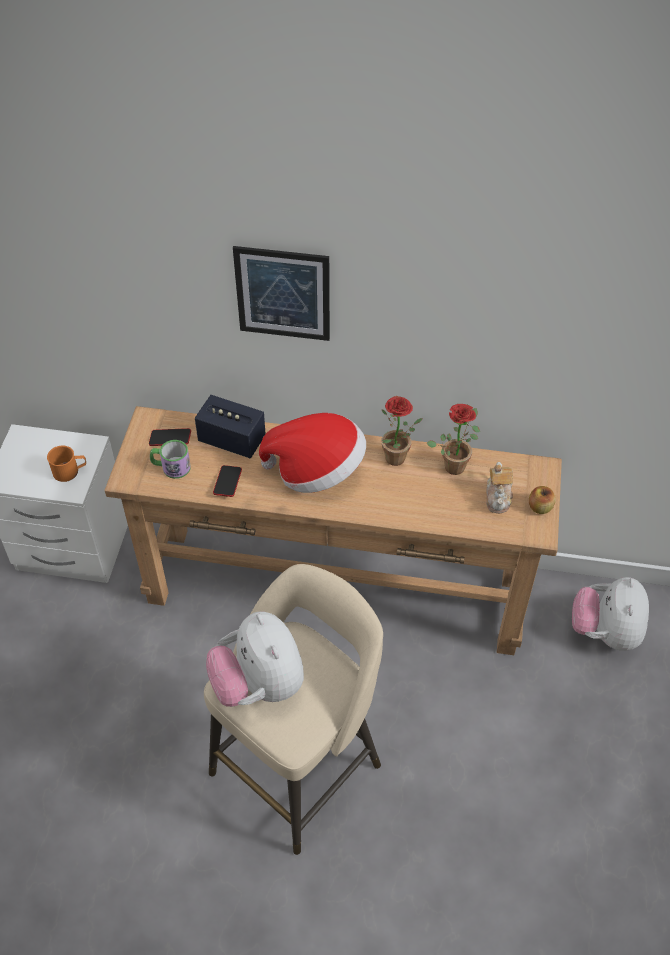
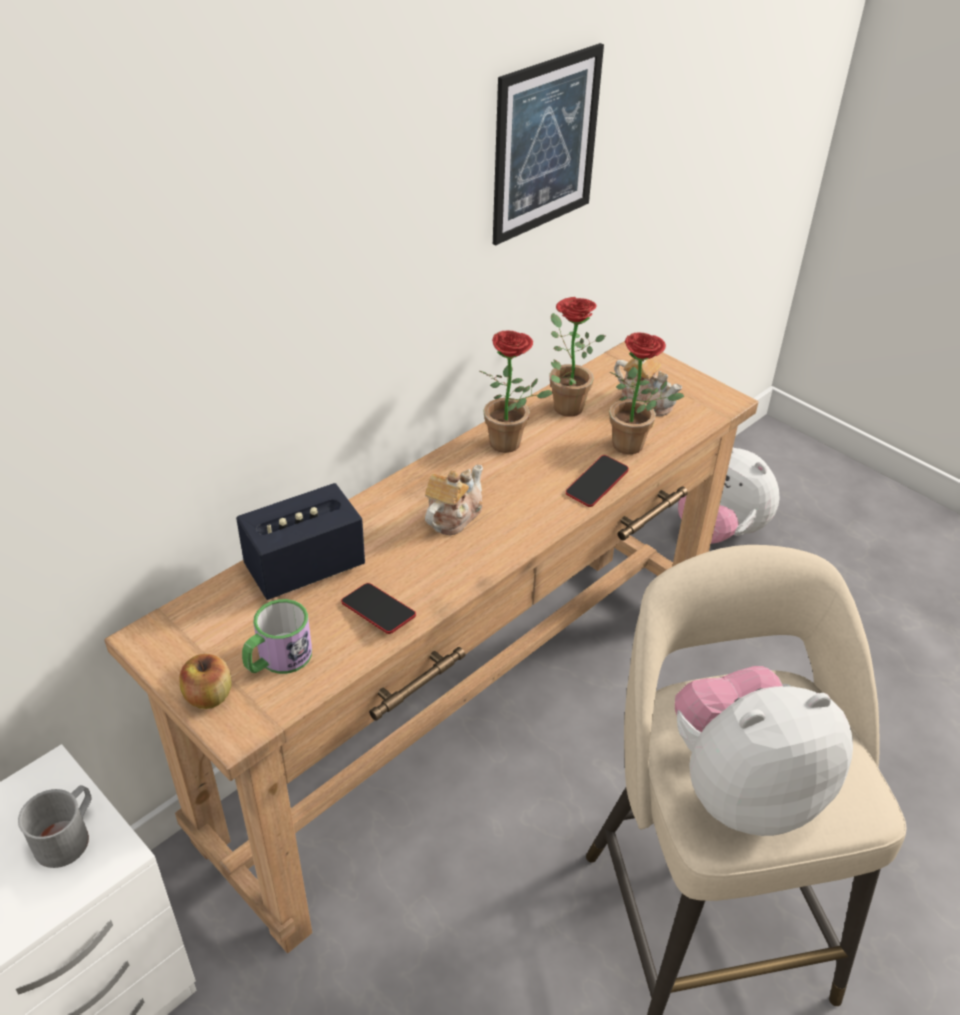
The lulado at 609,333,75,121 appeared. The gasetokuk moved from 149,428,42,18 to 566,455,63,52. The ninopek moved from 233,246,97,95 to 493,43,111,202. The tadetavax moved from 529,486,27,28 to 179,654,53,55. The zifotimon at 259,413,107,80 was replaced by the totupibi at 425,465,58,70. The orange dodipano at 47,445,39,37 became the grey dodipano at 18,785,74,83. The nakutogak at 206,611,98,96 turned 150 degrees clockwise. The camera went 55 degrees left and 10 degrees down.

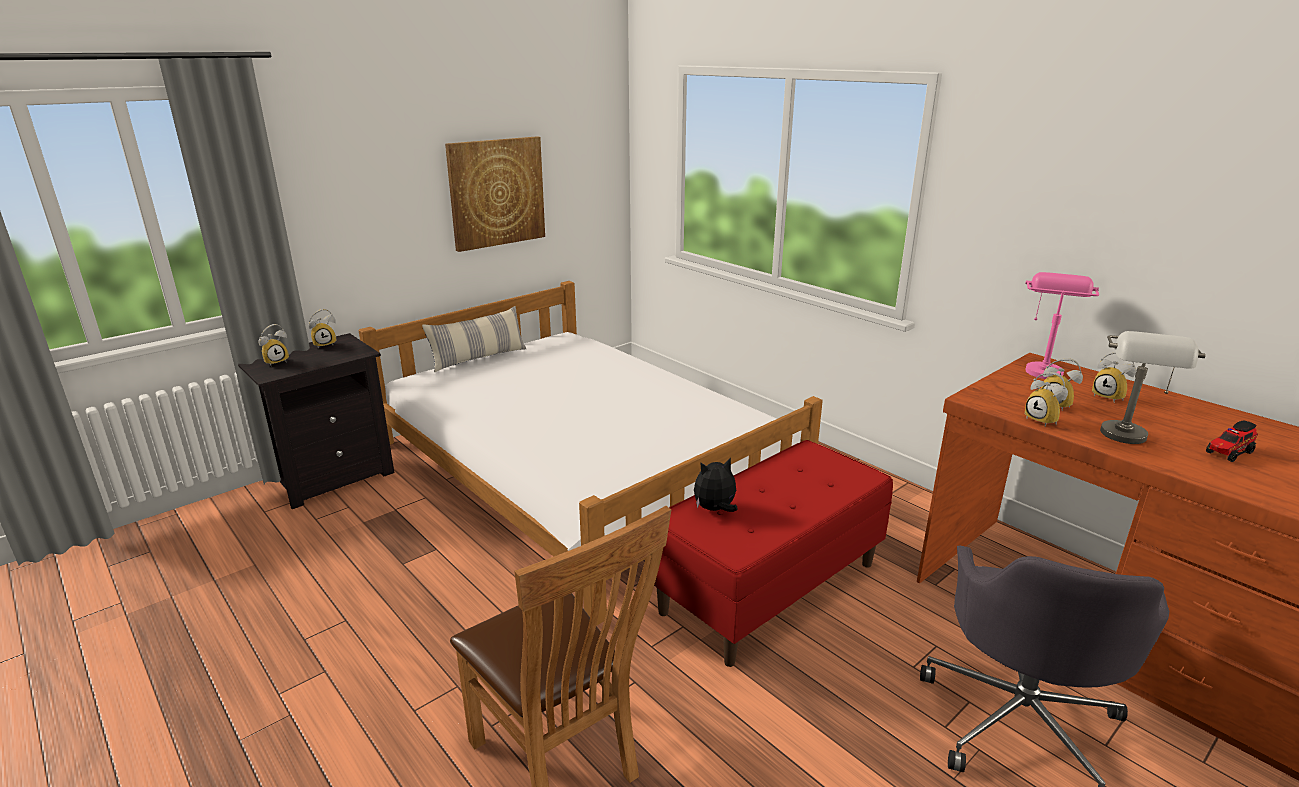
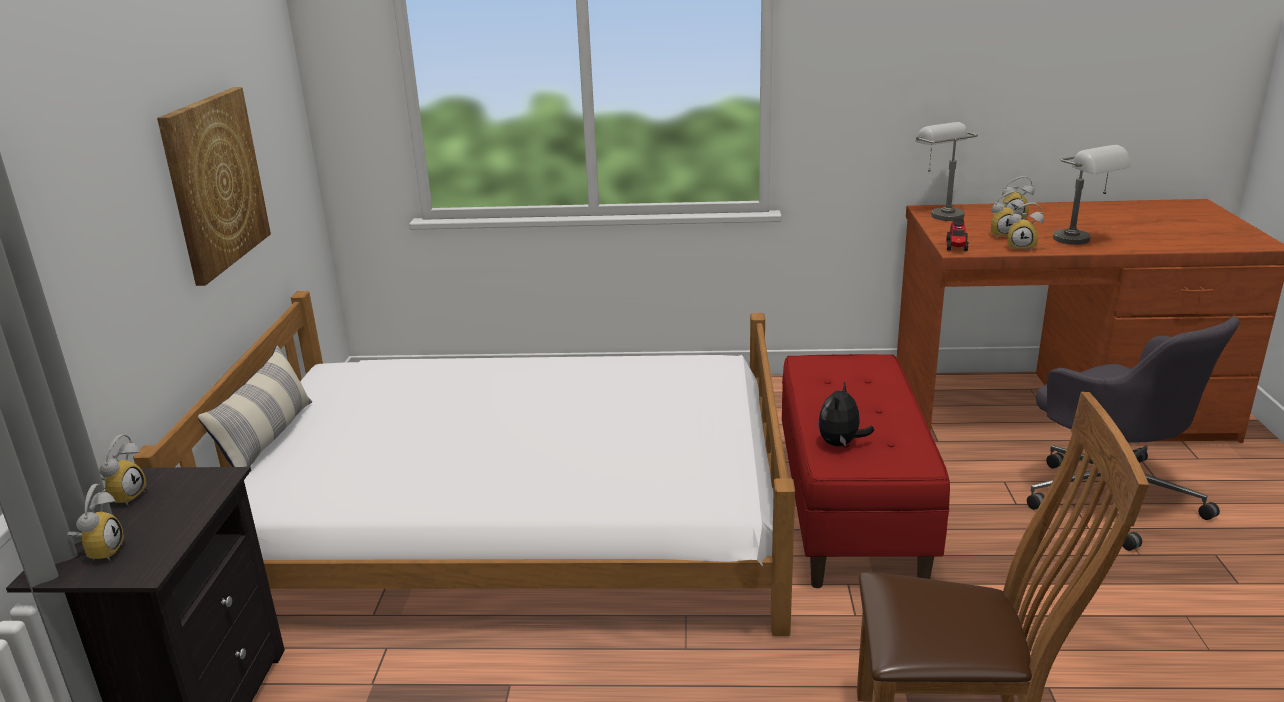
The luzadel moved from 1206,420,52,42 to 946,218,23,33. The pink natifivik at 1025,272,74,107 became the grey natifivik at 915,122,63,99. The camera went 45 degrees left and 0 degrees up.

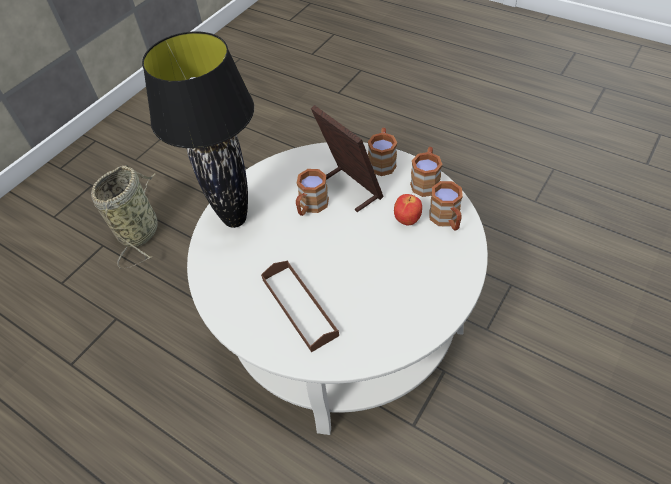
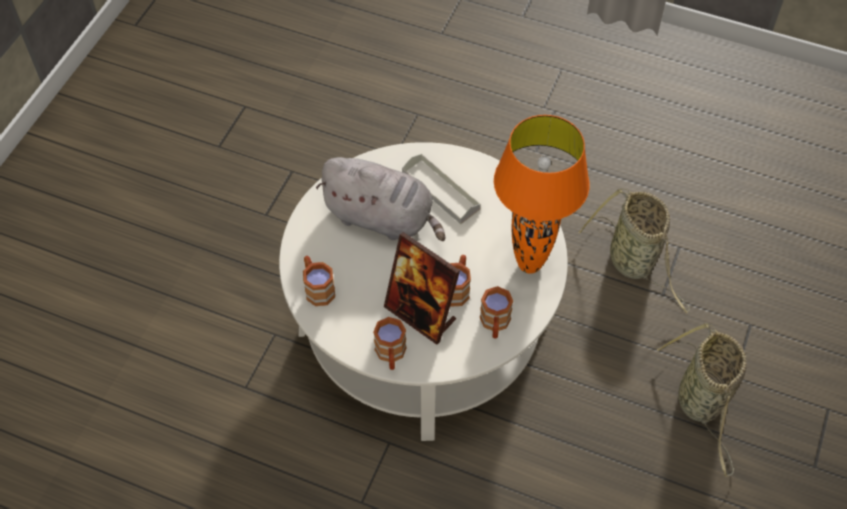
The tadetavax at 394,194,28,32 disappeared. The grey nakutogak at 316,157,129,84 appeared. The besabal at 578,189,112,124 appeared. The brown dodipano moved from 410,147,33,50 to 480,286,33,52. The black natifivik at 142,31,112,197 became the orange natifivik at 494,115,96,159. The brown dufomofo at 261,261,78,91 became the grey dufomofo at 402,154,79,70. The camera went 165 degrees right and 5 degrees up.

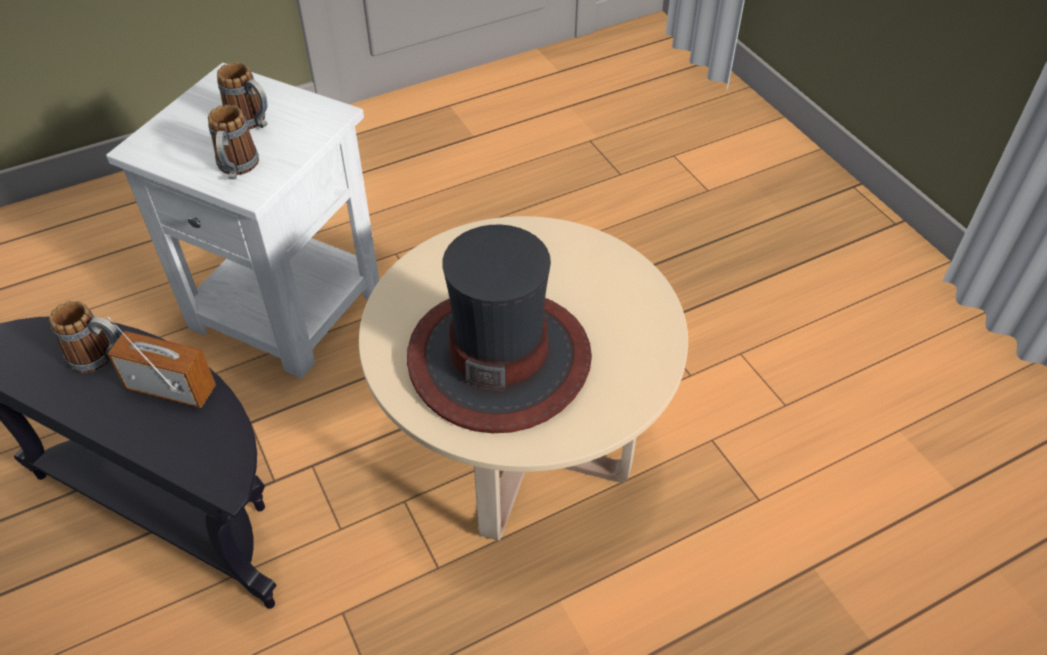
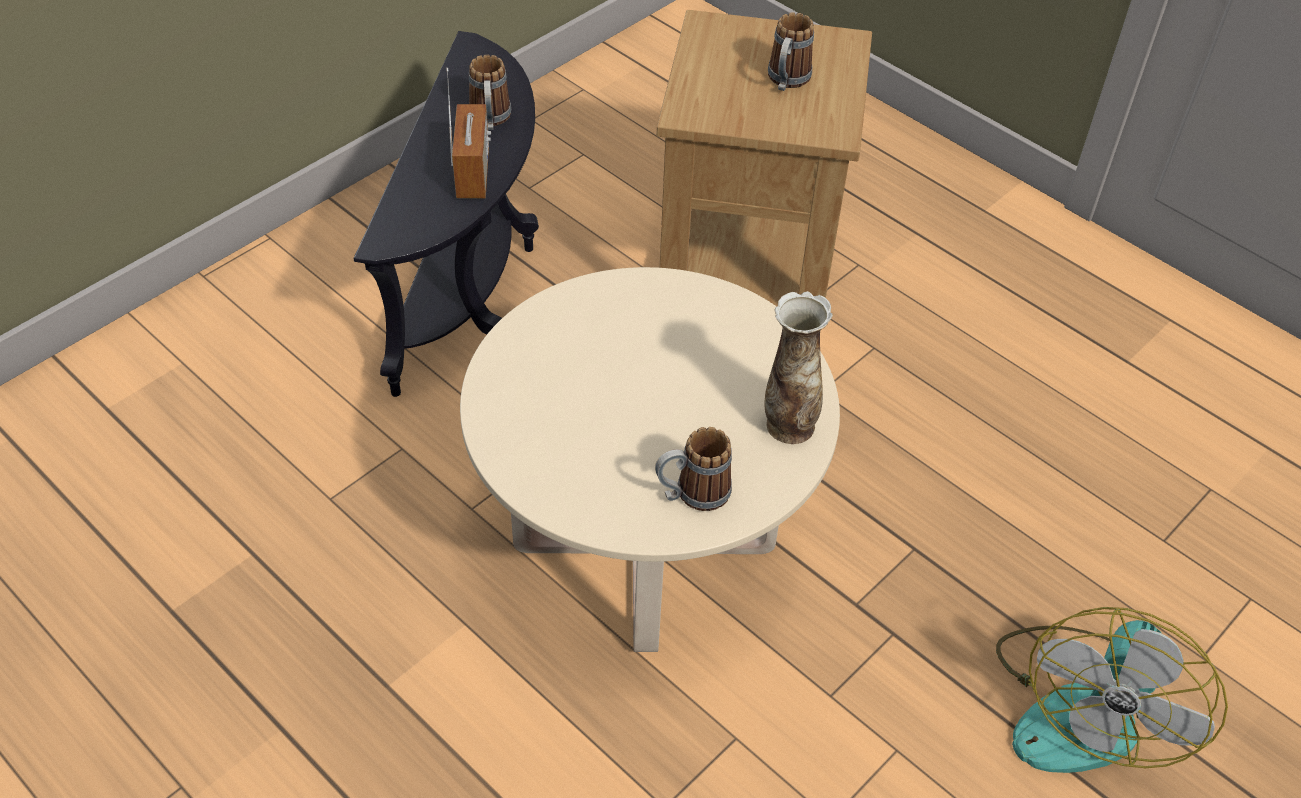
The zifotimon at 407,224,185,209 disappeared. The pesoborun at 764,291,69,153 appeared. The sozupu at 996,607,232,166 appeared. The dodipano moved from 208,104,51,75 to 655,427,77,84. The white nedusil at 106,63,273,316 became the brown nedusil at 657,10,215,296. The camera went 70 degrees right and 0 degrees up.

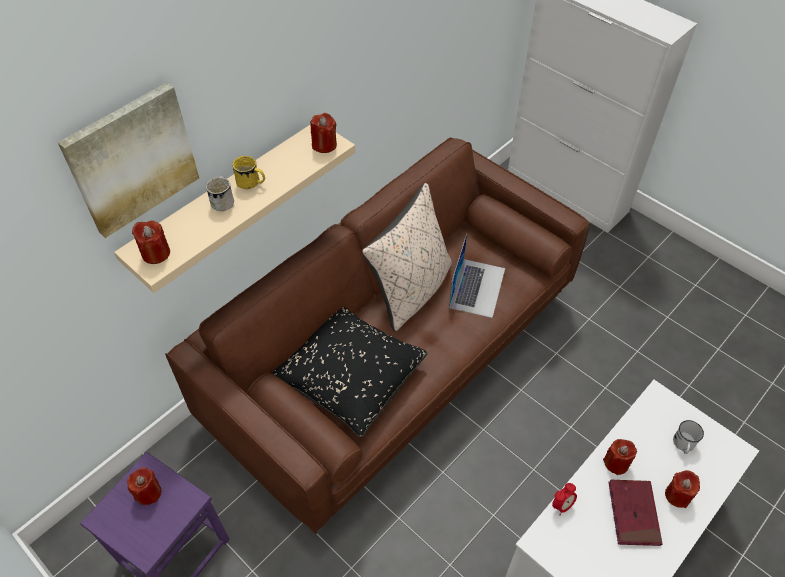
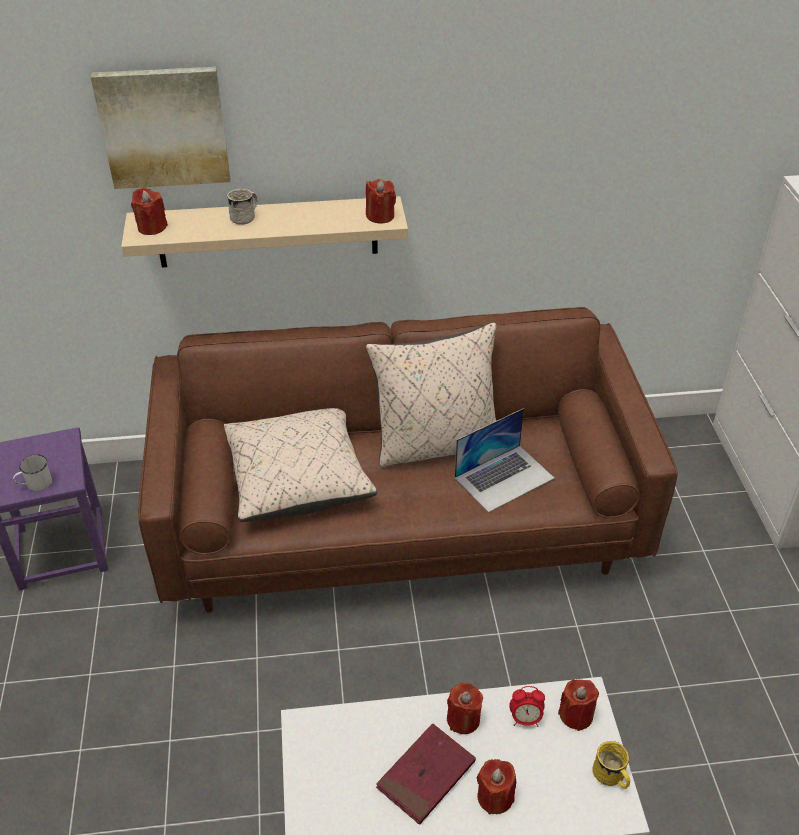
The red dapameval moved from 127,467,34,38 to 558,680,41,51. The yellow dodipano moved from 232,156,33,33 to 593,741,37,48. The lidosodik moved from 552,483,25,32 to 509,686,36,41. The white dodipano moved from 673,420,31,34 to 13,455,39,36. The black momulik at 271,307,157,131 became the beige momulik at 224,408,153,114. The camera went 40 degrees right and 10 degrees down.

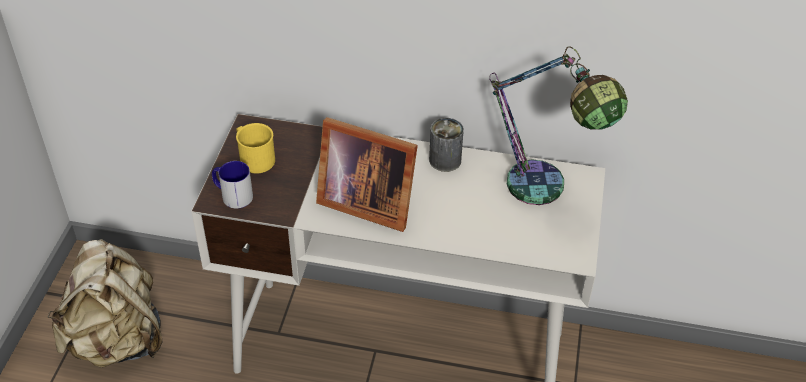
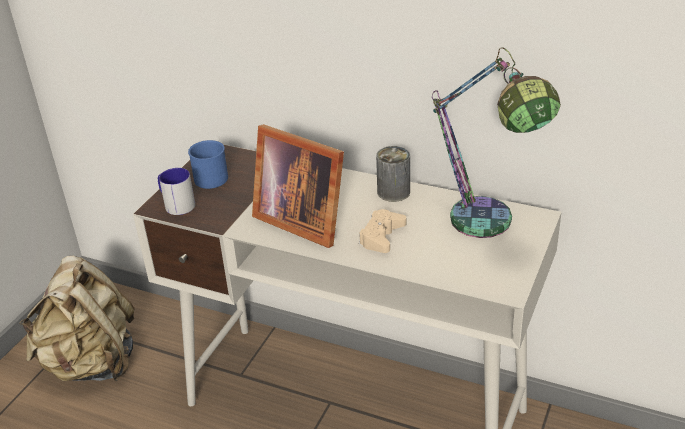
The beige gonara at 359,209,47,44 appeared. The yellow dodipano at 236,123,39,51 became the blue dodipano at 188,140,40,49. The camera went 15 degrees right and 10 degrees down.

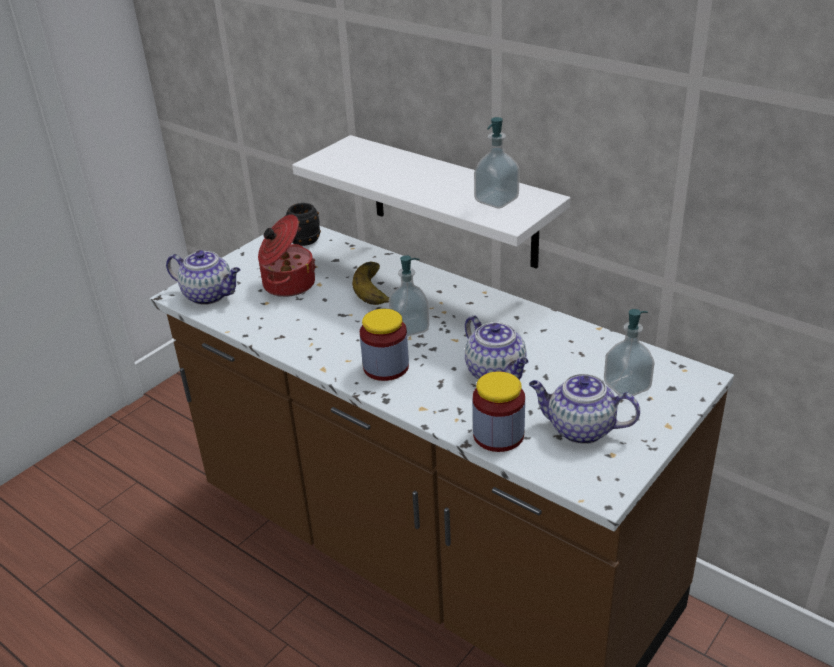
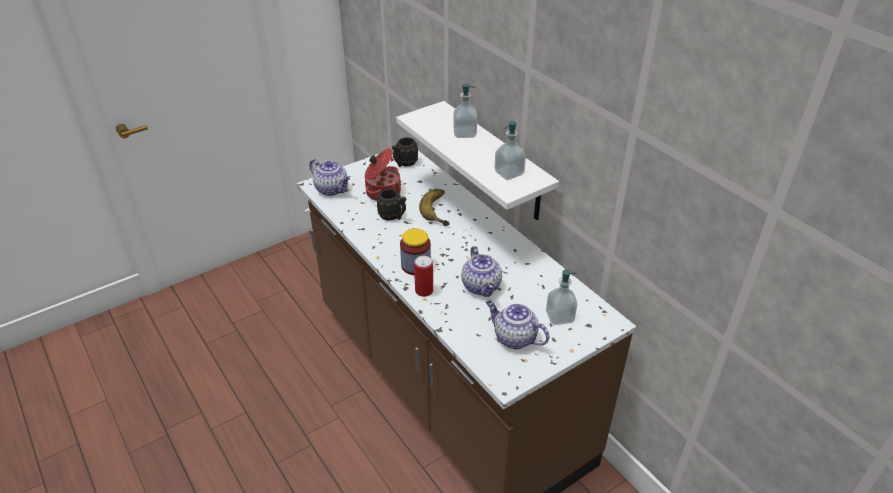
The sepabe at 473,371,52,81 disappeared. The black dodipano at 376,189,30,31 appeared. The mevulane at 414,256,19,41 appeared. The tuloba moved from 389,255,40,81 to 453,83,24,55. The camera went 15 degrees right and 5 degrees up.

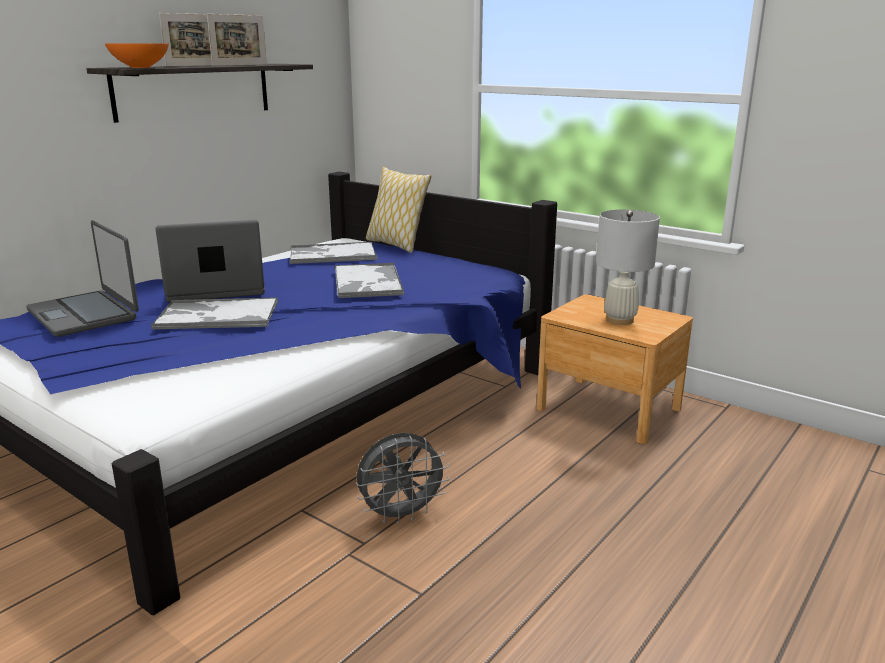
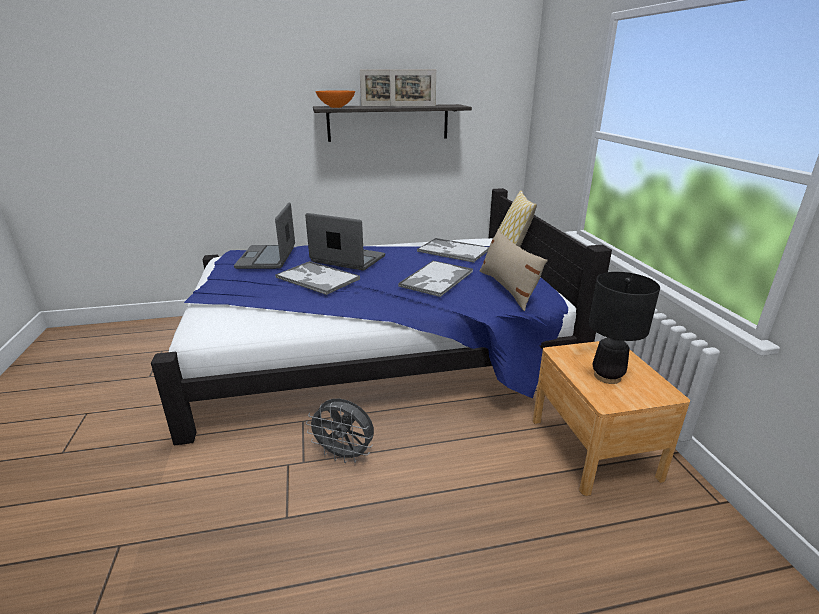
The beige momulik at 479,229,69,82 appeared. The white natifivik at 596,209,64,116 became the black natifivik at 589,272,71,112. The camera went 40 degrees right and 5 degrees up.

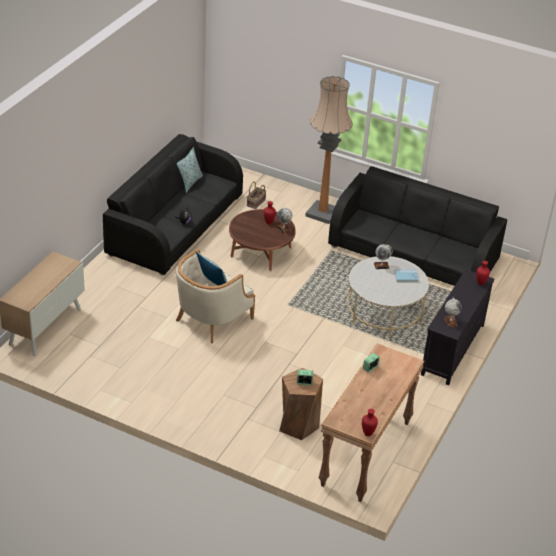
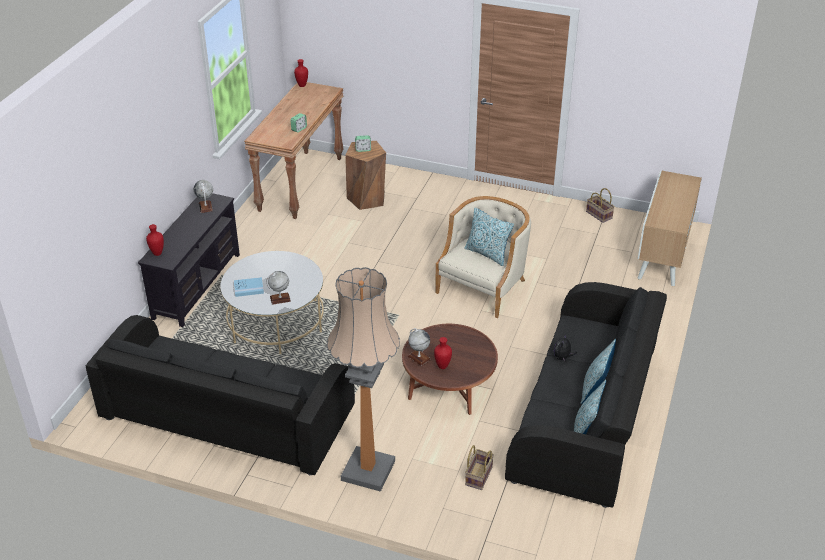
The momulik at 580,339,36,65 appeared. The besabal at 586,188,29,35 appeared. The camera went 175 degrees right and 0 degrees up.

